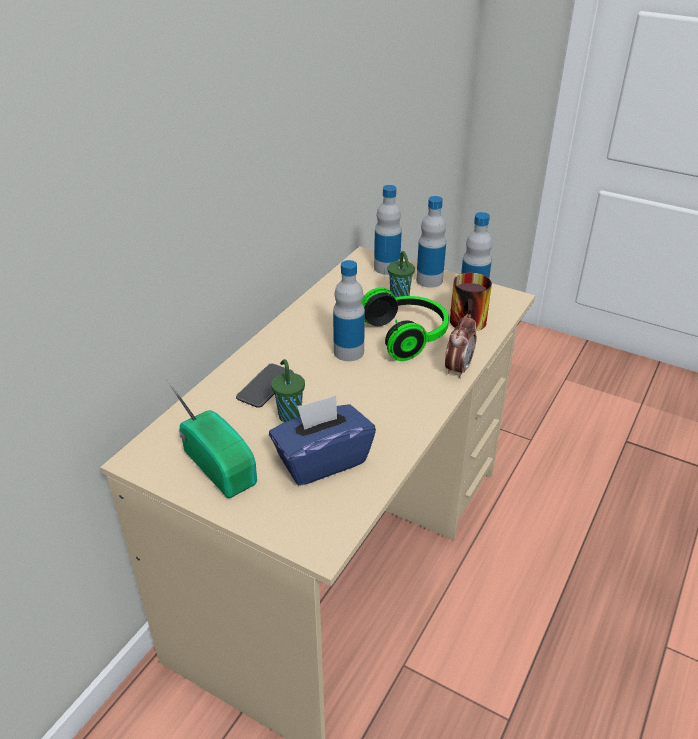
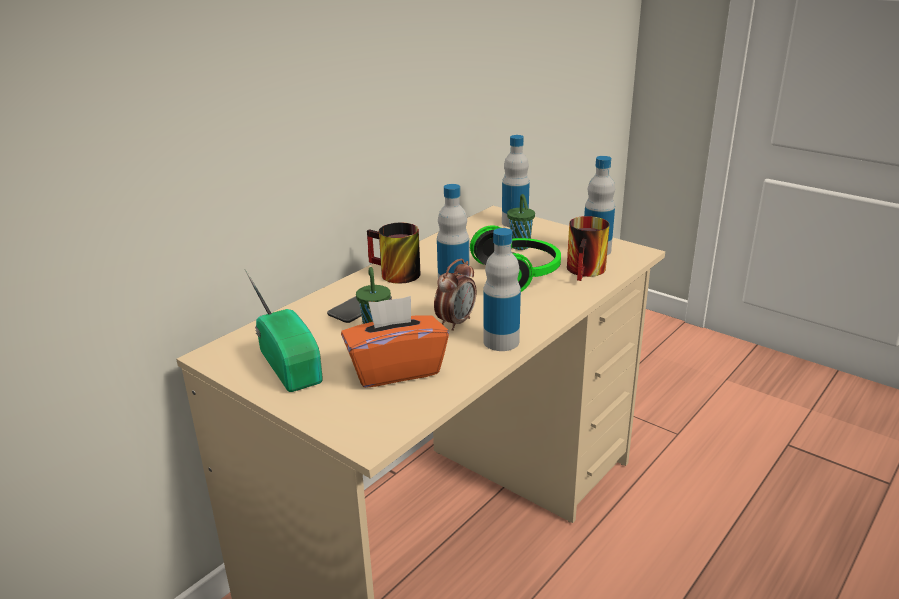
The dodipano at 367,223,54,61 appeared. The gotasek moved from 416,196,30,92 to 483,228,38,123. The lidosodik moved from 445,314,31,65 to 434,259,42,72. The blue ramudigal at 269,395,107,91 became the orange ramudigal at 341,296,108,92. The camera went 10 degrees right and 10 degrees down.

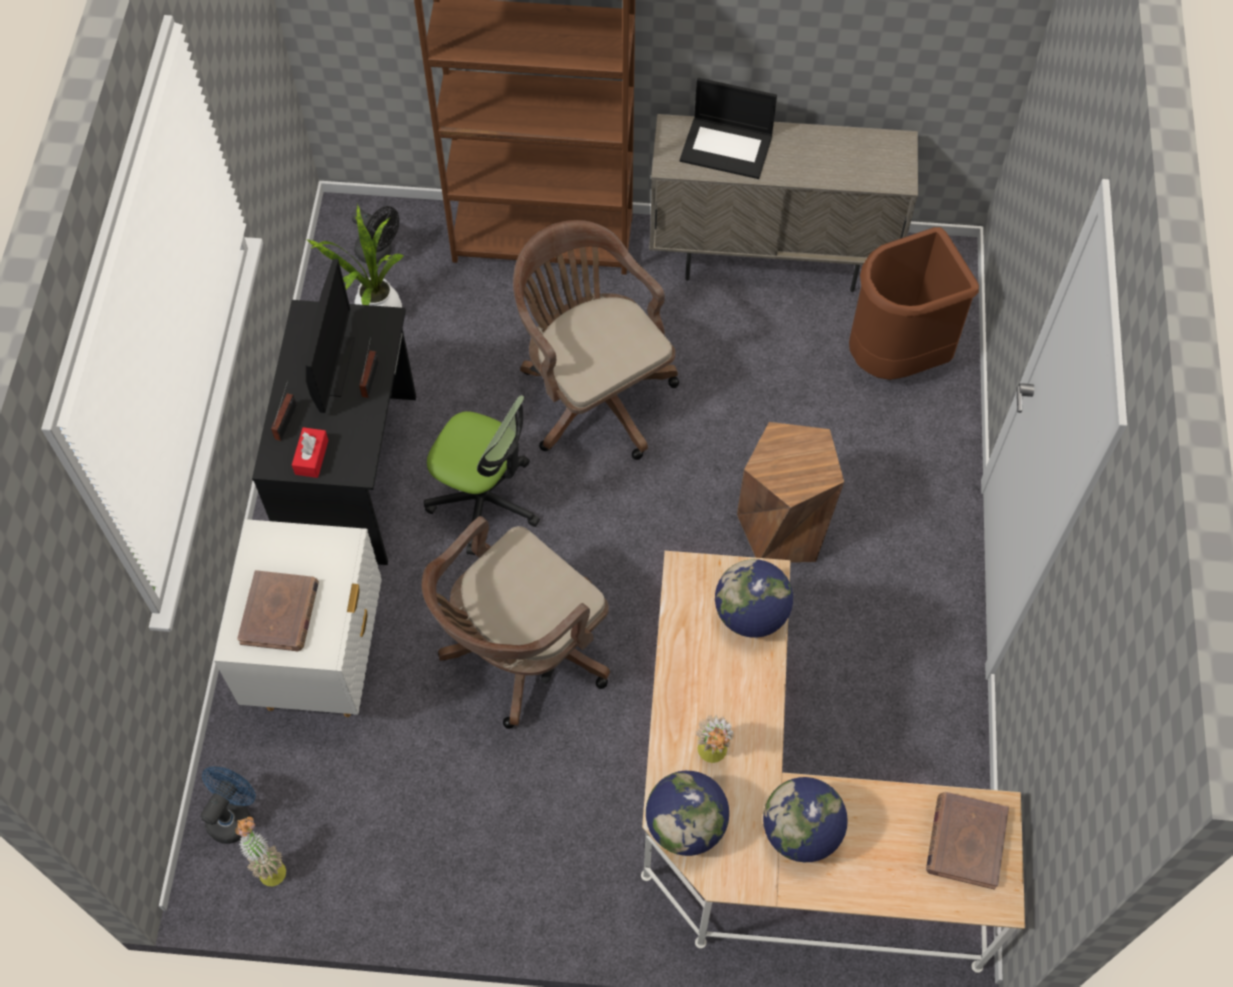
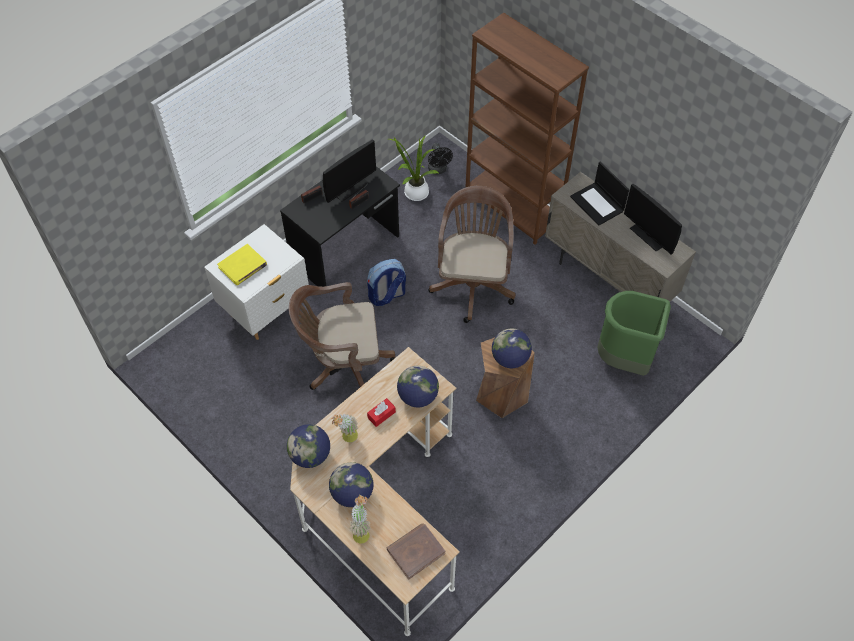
The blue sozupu at 200,766,56,78 disappeared. The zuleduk at 492,328,40,40 appeared. The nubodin at 624,184,58,71 appeared. The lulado moved from 235,817,51,69 to 349,495,22,48. The red ramudigal moved from 292,427,37,51 to 367,398,29,29. The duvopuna at 424,395,116,160 was replaced by the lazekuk at 367,259,39,47. The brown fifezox at 237,570,82,81 became the yellow fifezox at 217,244,50,41. The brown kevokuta at 849,227,130,153 became the green kevokuta at 597,291,74,85. The camera went 40 degrees right and 5 degrees down.

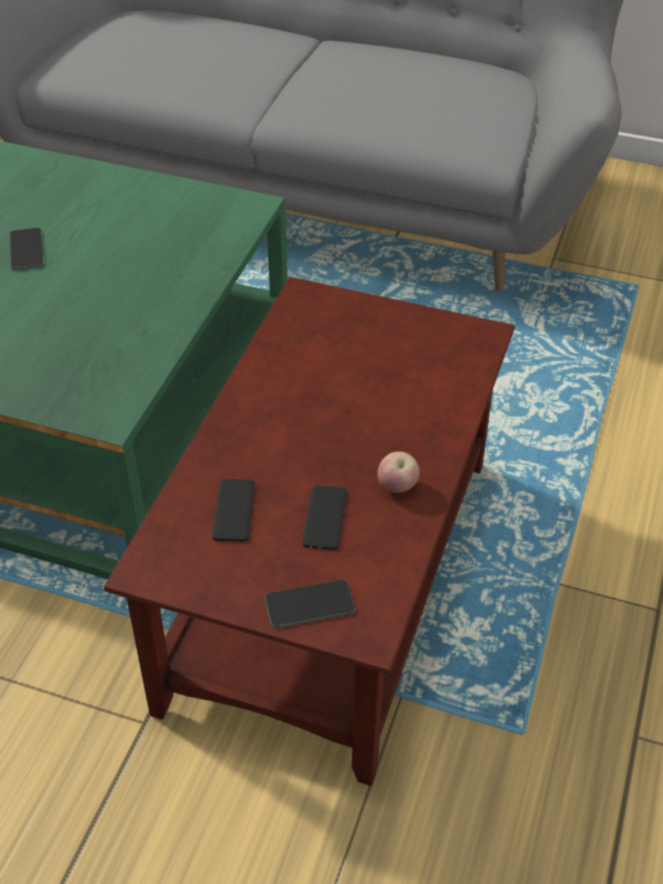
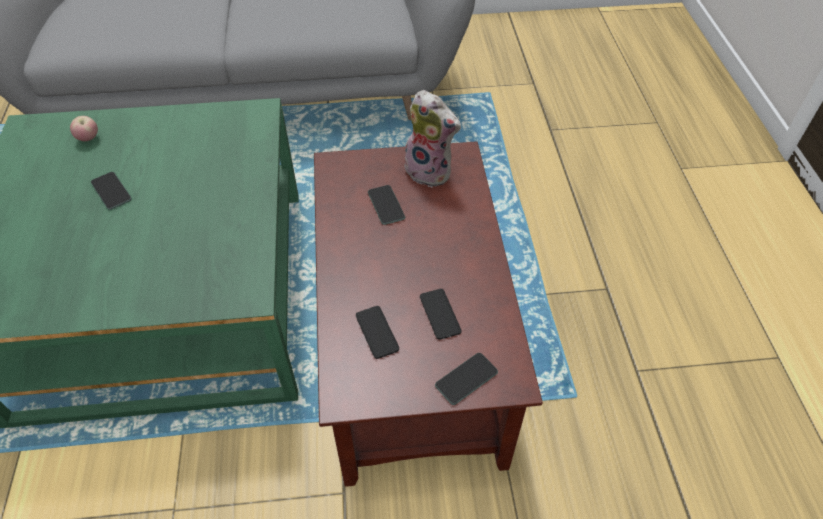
The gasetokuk at 368,185,37,40 appeared. The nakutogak at 404,90,57,98 appeared. The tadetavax moved from 377,452,43,41 to 70,116,28,25. The camera went 25 degrees left and 5 degrees up.

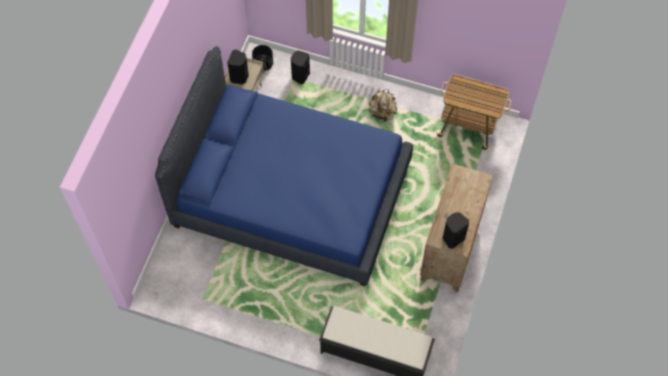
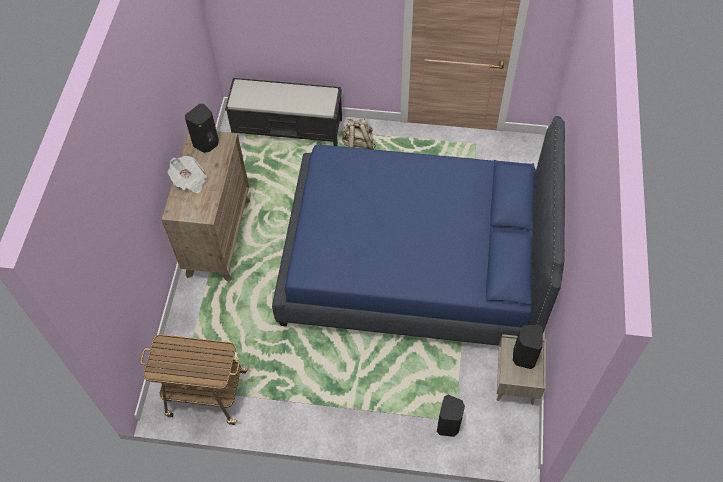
The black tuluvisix at 252,45,21,26 disappeared. The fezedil at 168,156,39,38 appeared. The beige lazekuk moved from 369,89,28,33 to 342,119,34,30. The camera went 170 degrees right and 5 degrees down.

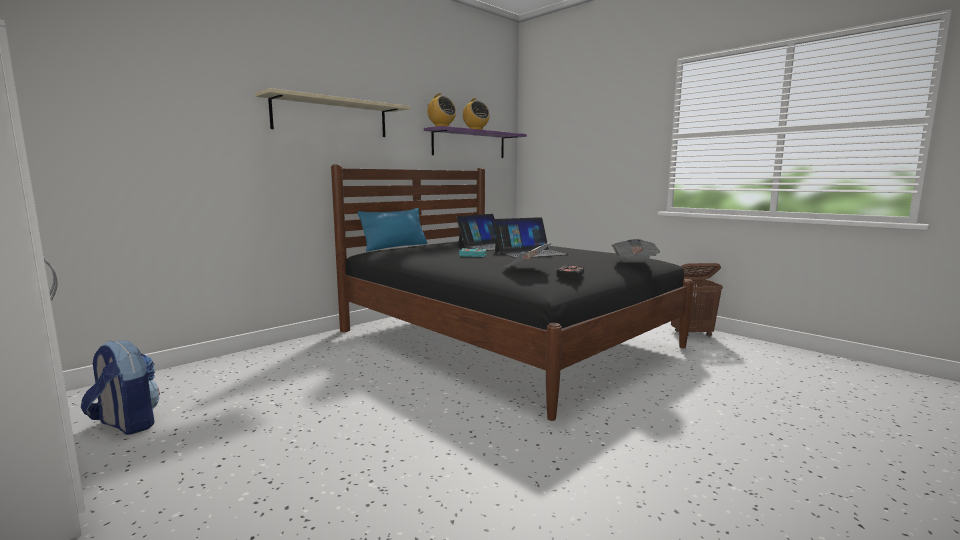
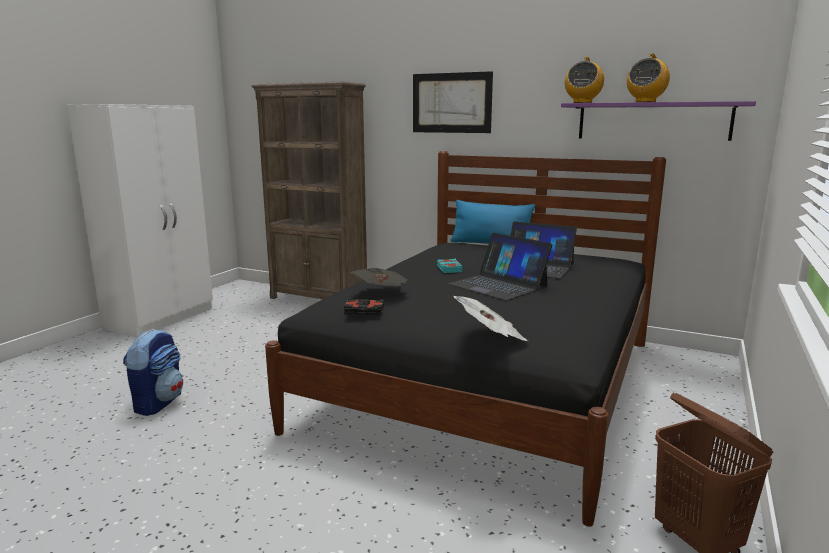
The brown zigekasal at 251,82,116,217 appeared. The lazekuk moved from 81,341,79,94 to 123,329,60,87. The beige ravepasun at 255,88,155,49 was replaced by the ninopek at 413,71,80,62. The camera went 70 degrees right and 5 degrees up.

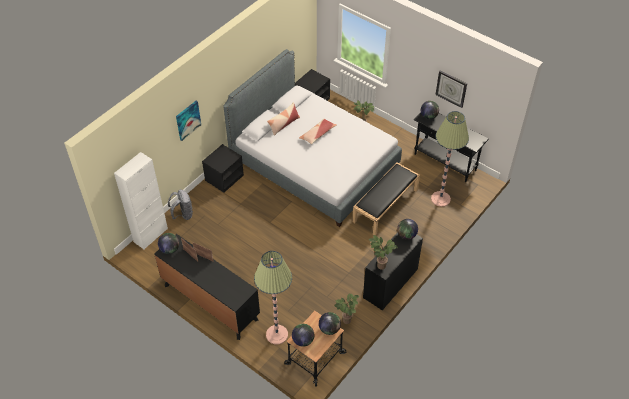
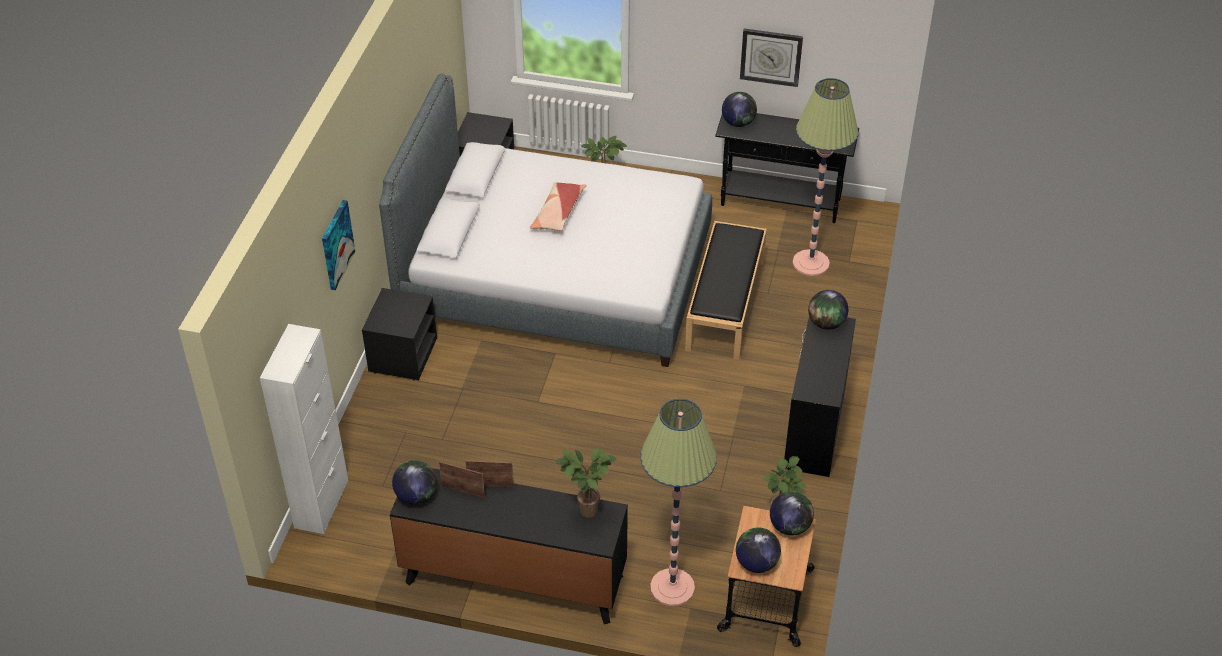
The grey lazekuk at 168,189,24,31 disappeared. The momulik at 267,102,33,34 disappeared. The lulado moved from 369,235,29,35 to 555,448,62,70. The camera went 25 degrees left and 5 degrees down.

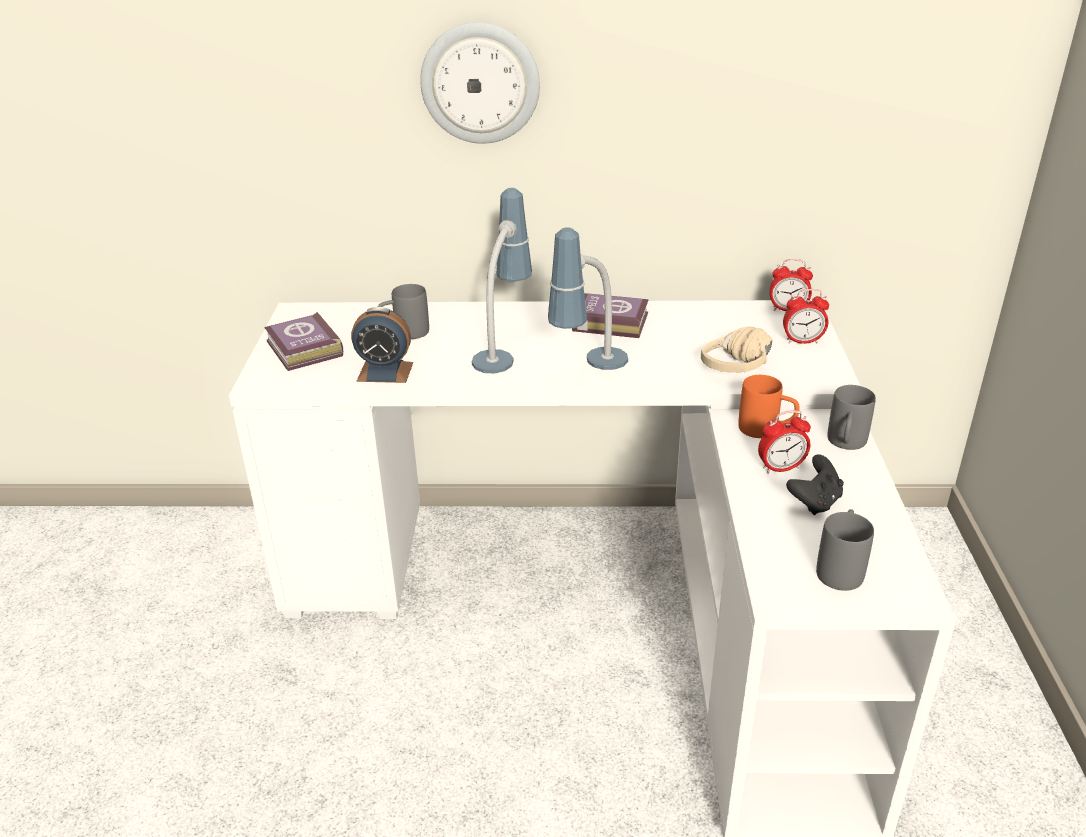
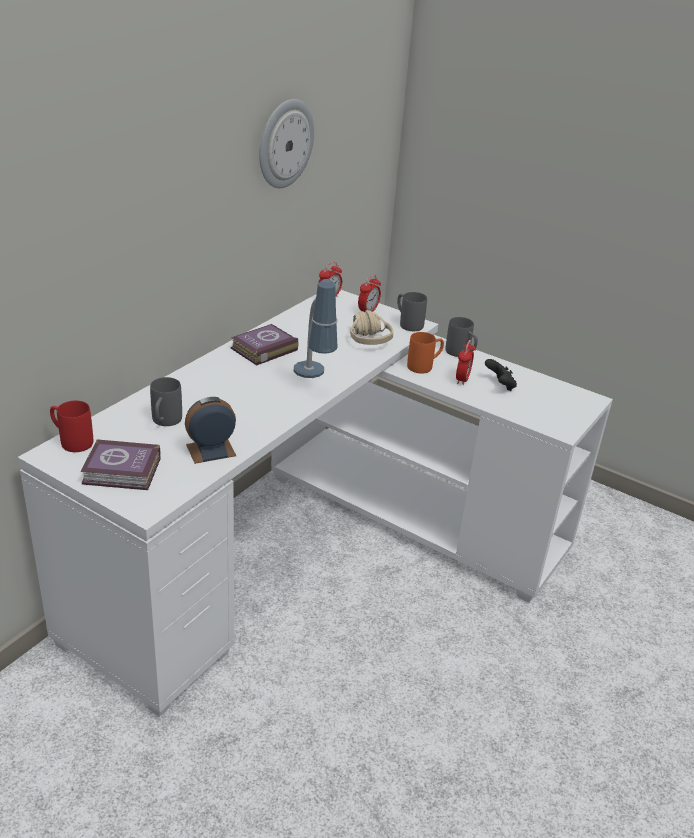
The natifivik at 472,188,60,186 disappeared. The red dodipano at 50,401,43,51 appeared. The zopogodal moved from 420,22,120,122 to 259,99,55,89. The grey dodipano moved from 816,509,58,82 to 397,292,30,39. The lidosodik at 351,307,62,76 turned 150 degrees counterclockwise. The camera went 60 degrees left and 0 degrees up.

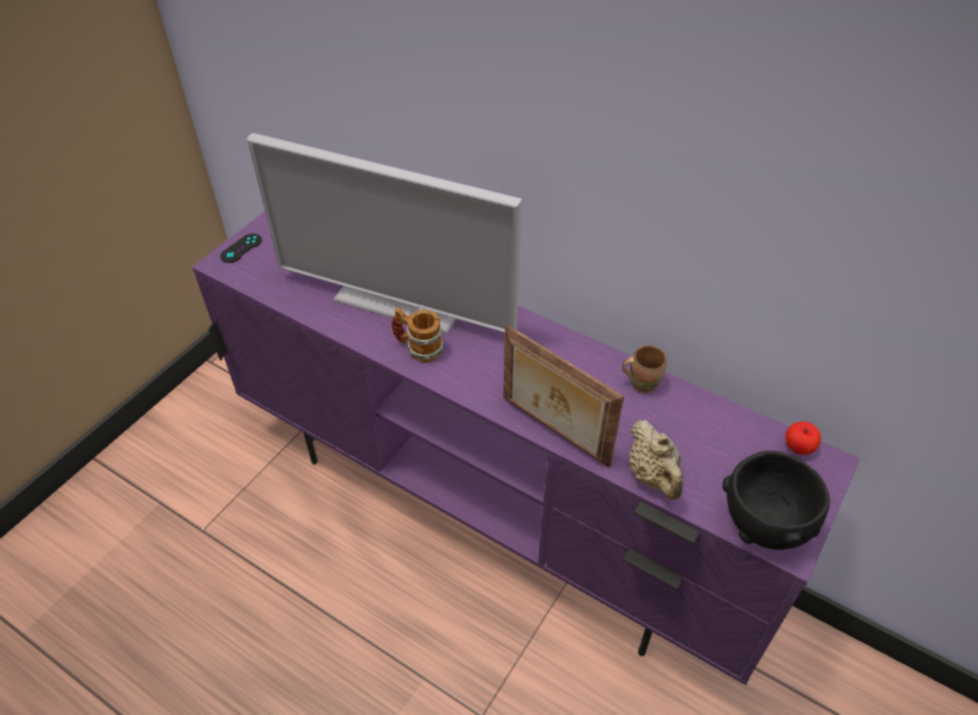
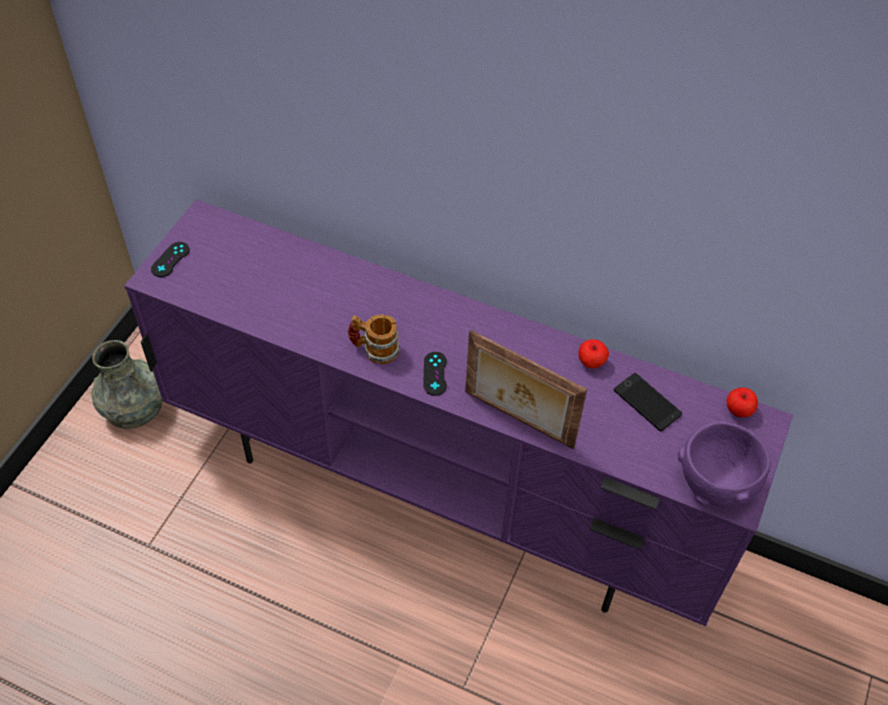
The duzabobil at 247,133,275,201 disappeared. The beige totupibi at 629,420,54,80 disappeared. The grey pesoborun at 92,340,70,88 appeared. The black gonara at 423,352,24,44 appeared. The gasetokuk at 614,373,68,58 appeared. The brown dodipano at 622,345,45,48 was replaced by the tadetavax at 578,339,31,29. The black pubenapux at 723,451,107,99 became the purple pubenapux at 678,421,93,86. The camera went 10 degrees left and 5 degrees up.

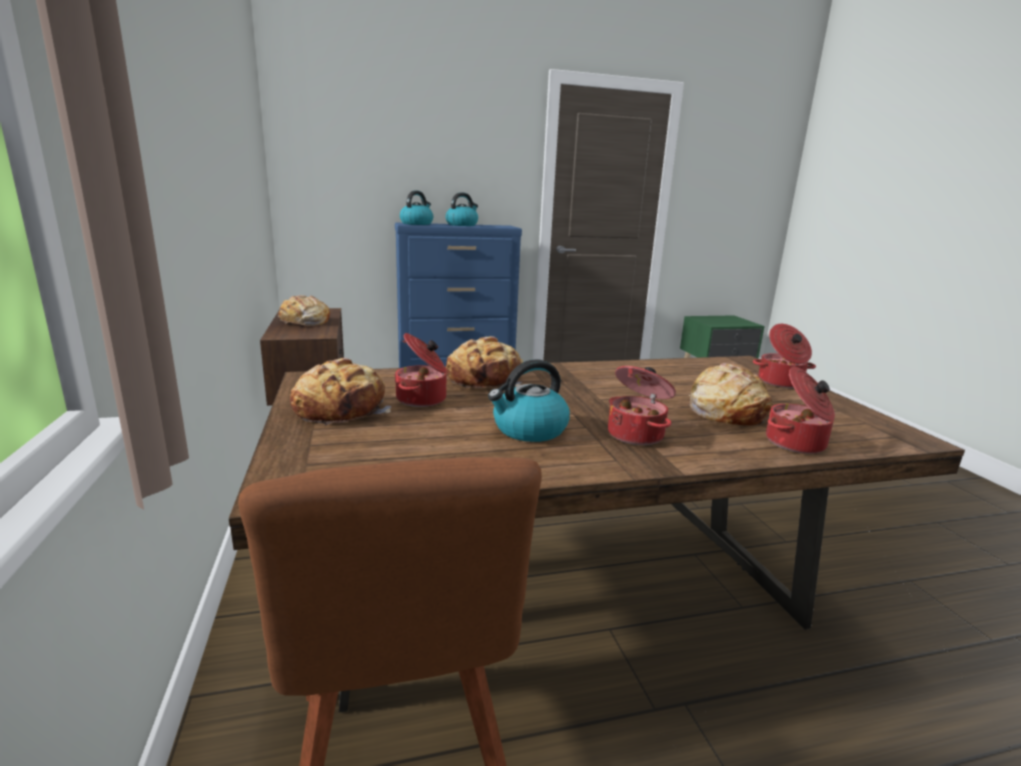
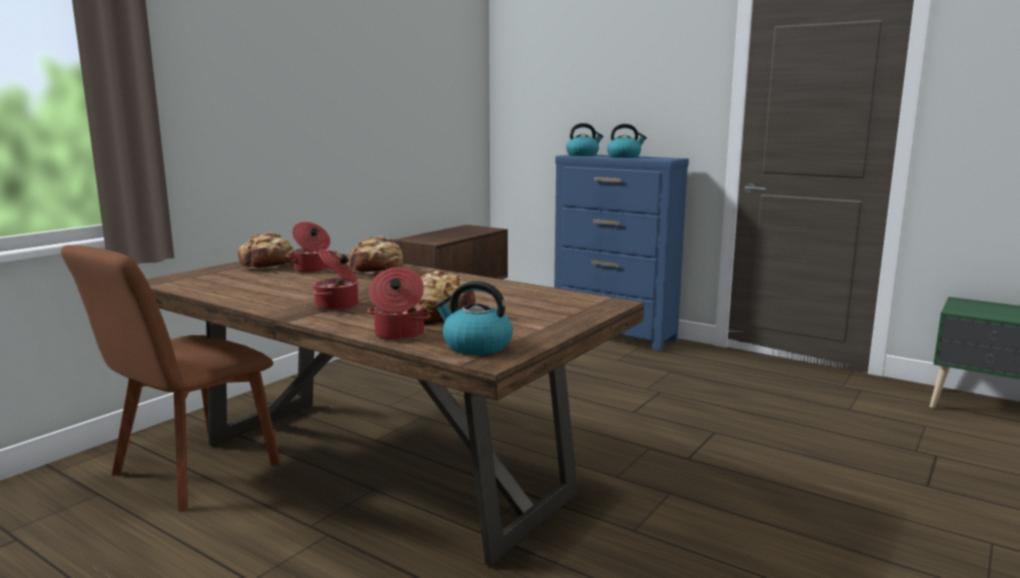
The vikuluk at 278,295,52,31 disappeared. The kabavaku at 753,324,63,64 disappeared. The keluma moved from 488,359,82,83 to 435,281,78,74. The camera went 50 degrees right and 5 degrees down.

